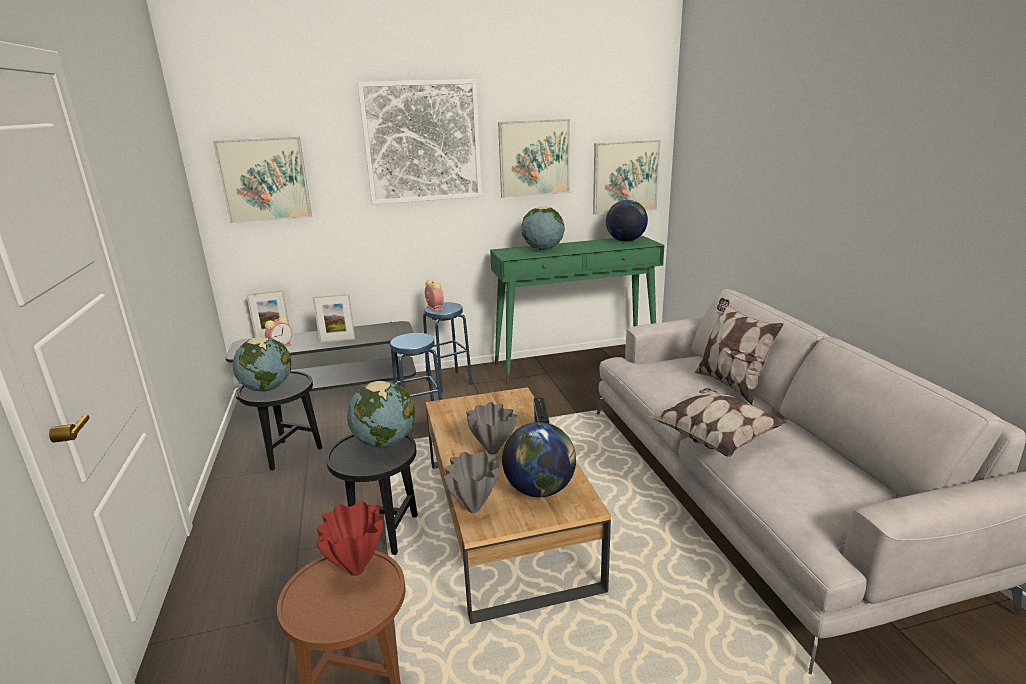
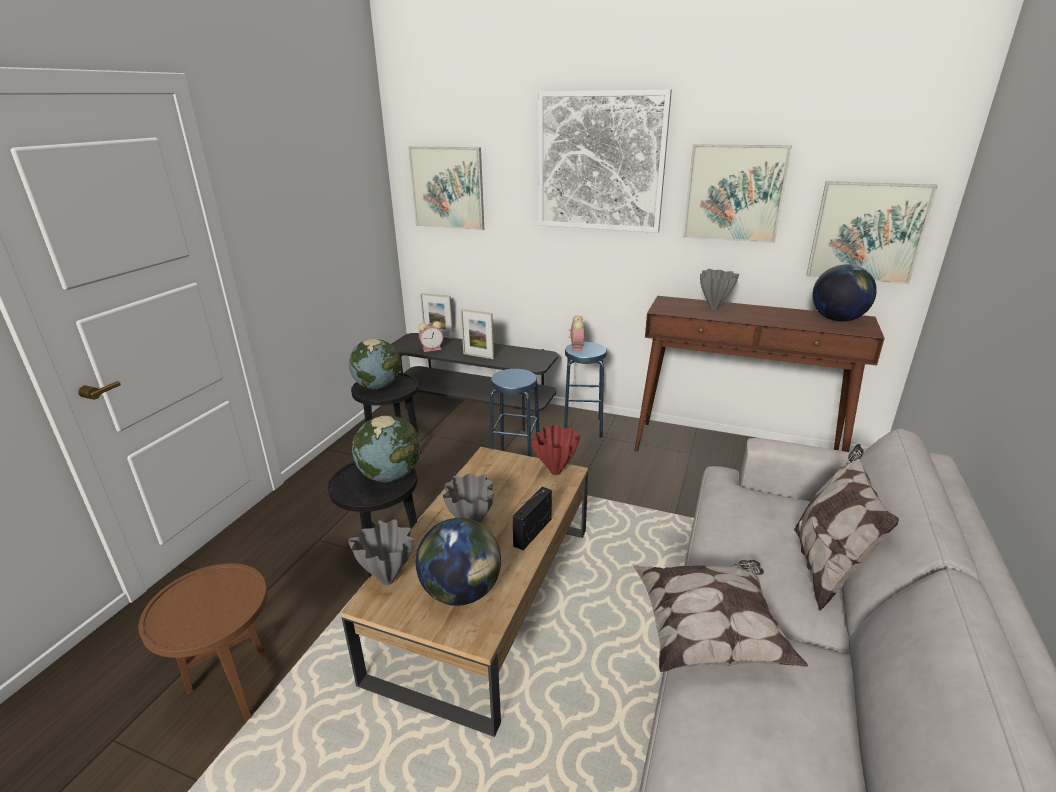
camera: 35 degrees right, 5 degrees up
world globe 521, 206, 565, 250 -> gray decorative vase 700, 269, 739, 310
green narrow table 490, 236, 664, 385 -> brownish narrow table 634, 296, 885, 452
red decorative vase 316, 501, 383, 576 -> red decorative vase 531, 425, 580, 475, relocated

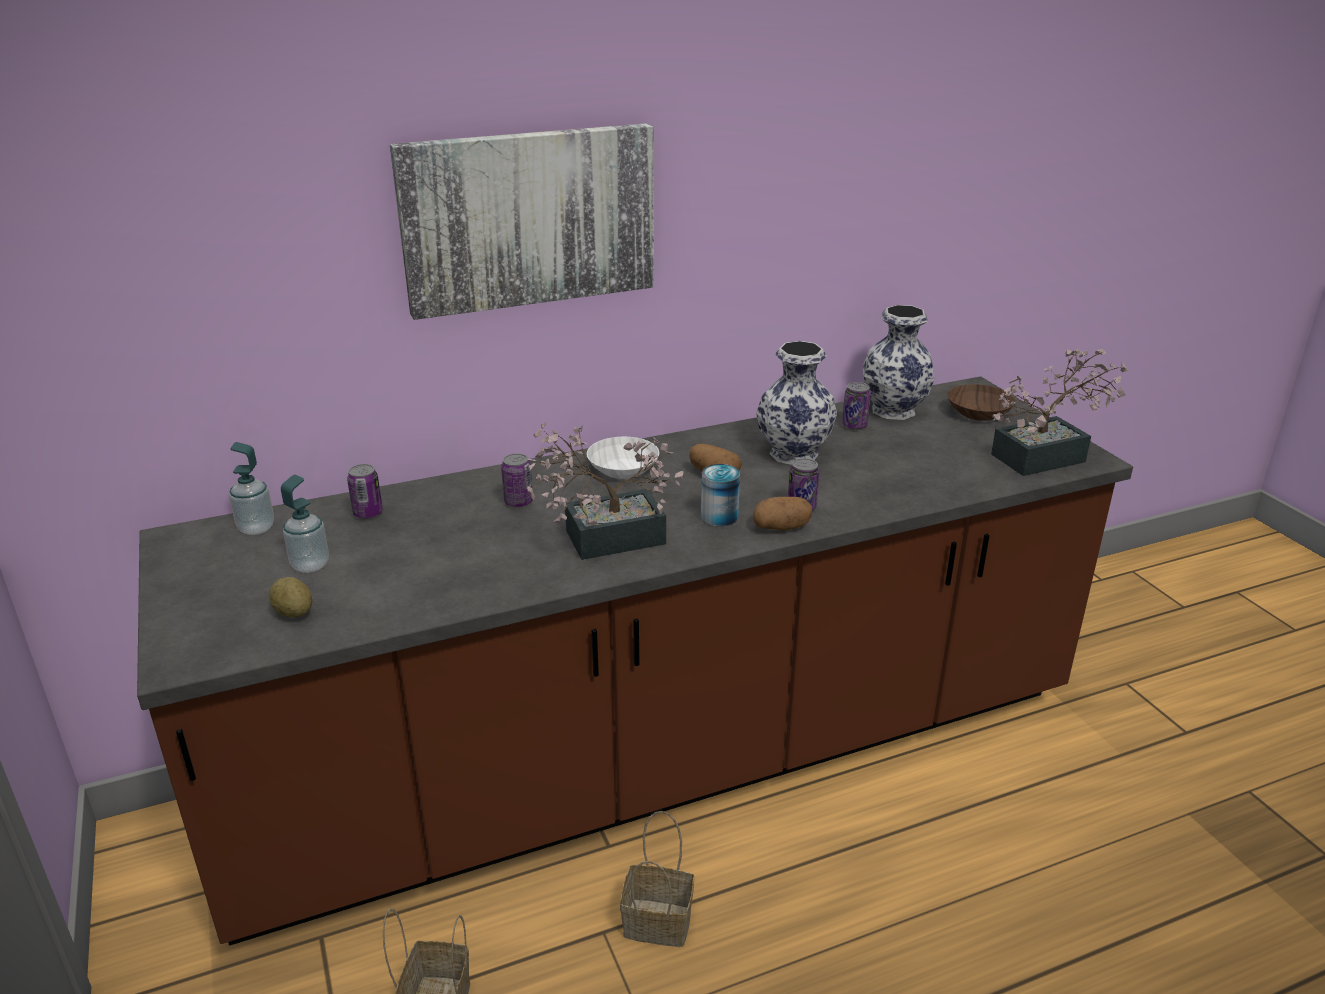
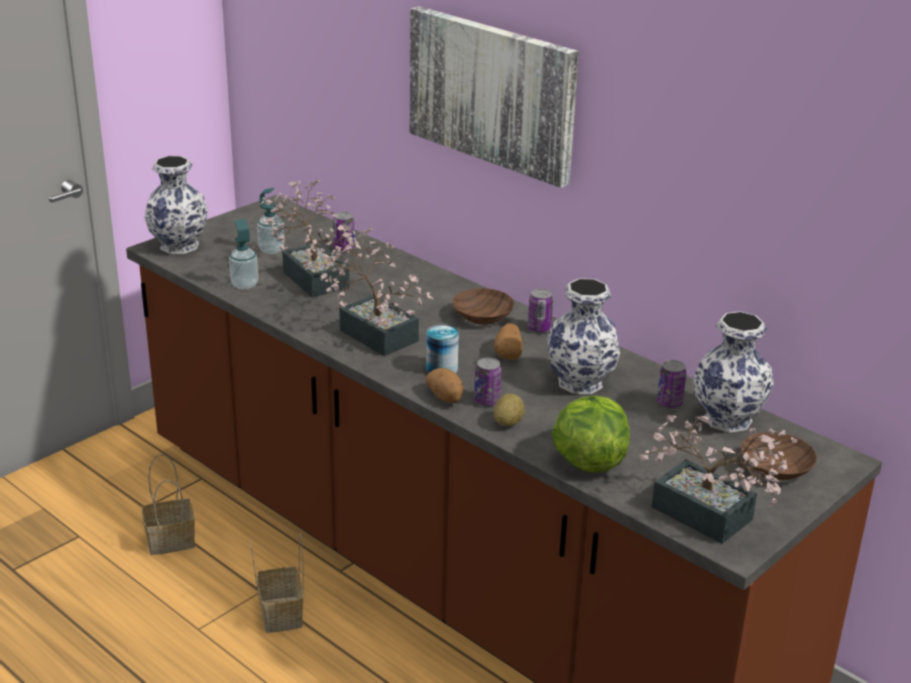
camera: 65 degrees right, 0 degrees up
white bowl 587, 437, 659, 479 -> brownish bowl 452, 288, 514, 325
soap bottle 229, 442, 274, 535 -> soap bottle 229, 219, 258, 289, relocated
metal can 501, 453, 533, 507 -> metal can 528, 289, 553, 333, relocated
spud 269, 577, 312, 617 -> spud 494, 394, 524, 426, relocated
none -> decorative vase 145, 156, 208, 254
none -> houseplant 259, 179, 361, 298
none -> lettuce head 552, 396, 630, 473

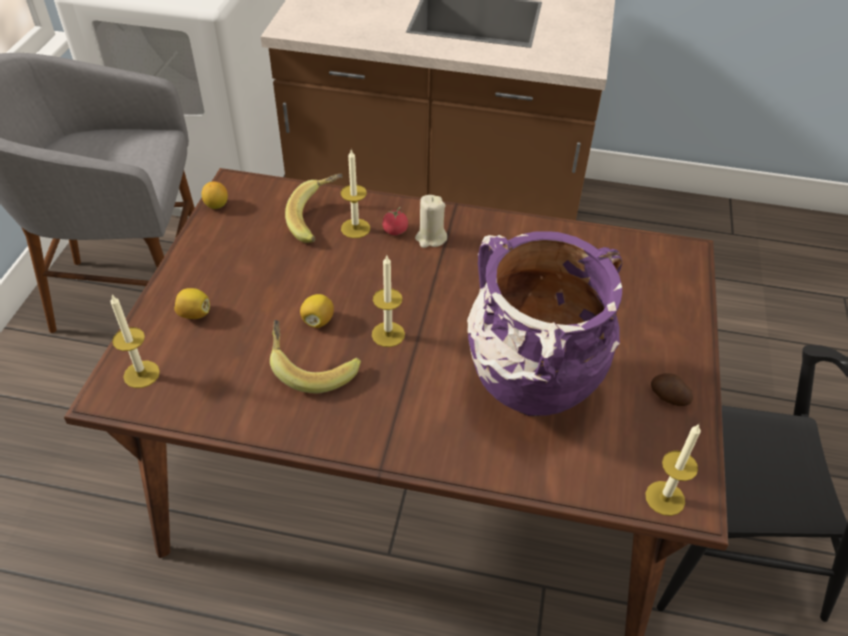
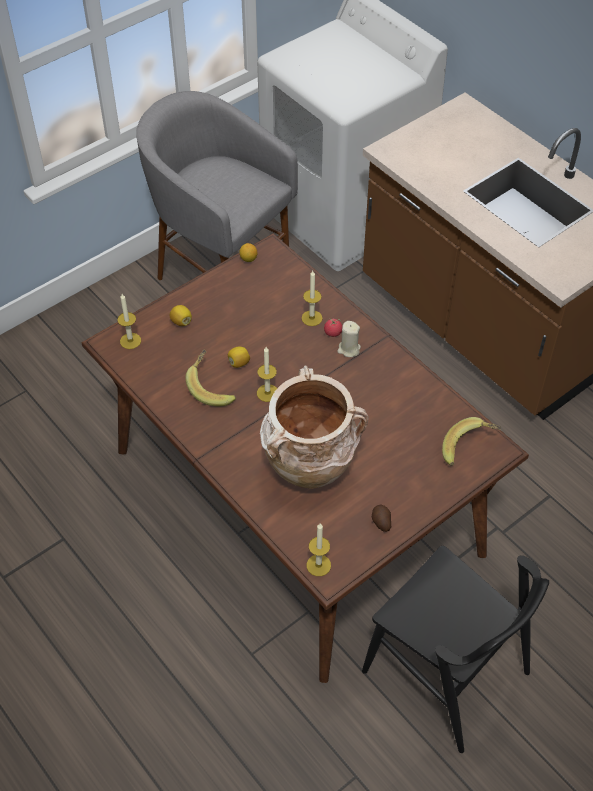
camera: 40 degrees right, 5 degrees up
whole banana 285, 174, 343, 243 -> whole banana 442, 417, 501, 466, relocated
purple-coloured decorative vase 467, 231, 623, 416 -> beige decorative vase 260, 365, 369, 489

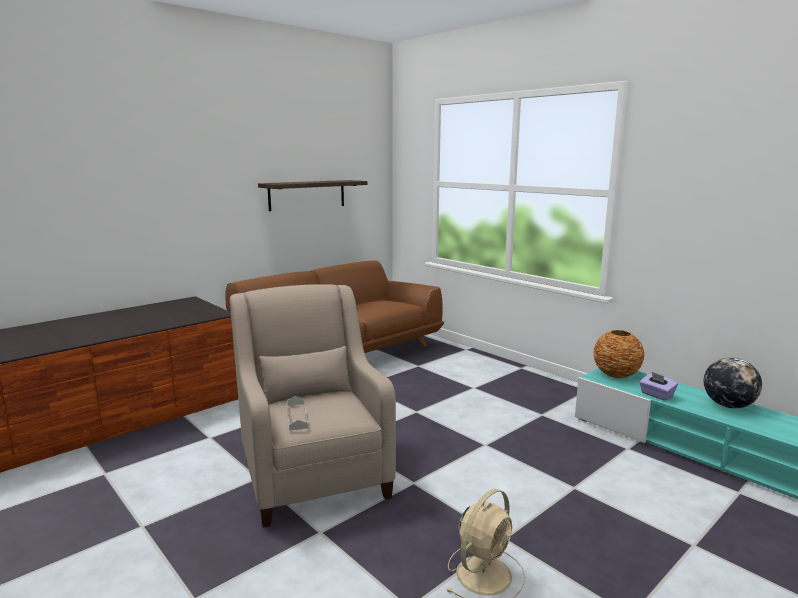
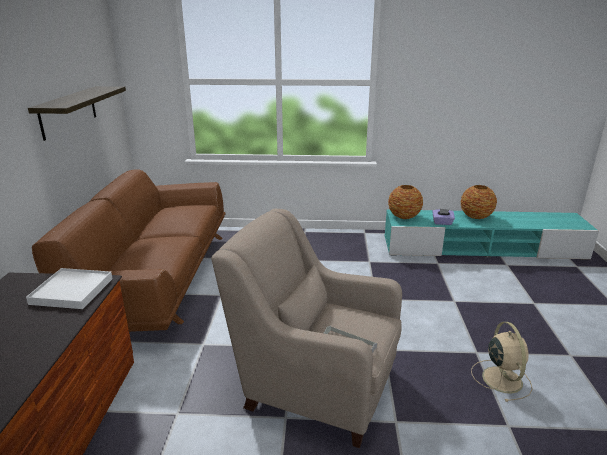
camera: 45 degrees left, 10 degrees up
world globe 704, 357, 762, 408 -> decorative vase 461, 185, 497, 219
none -> white tray 26, 268, 113, 309

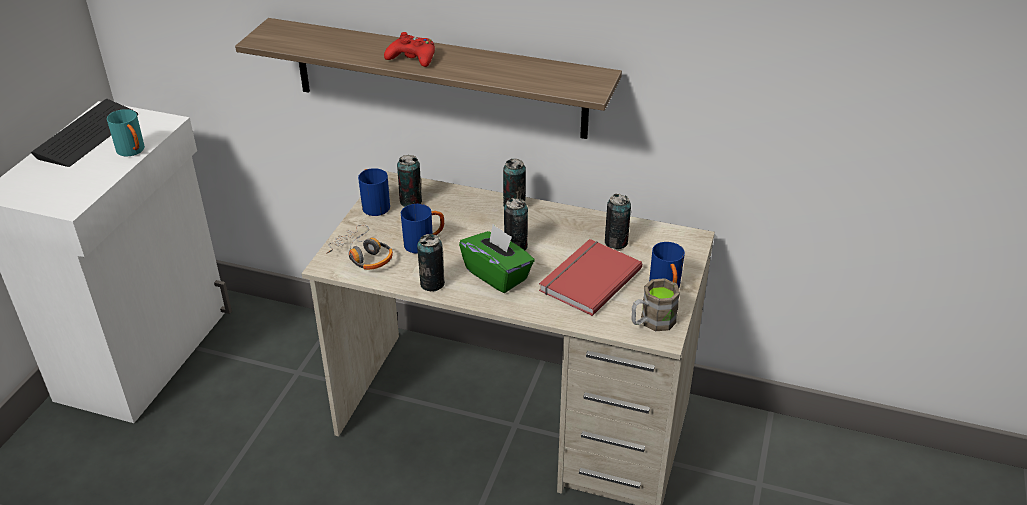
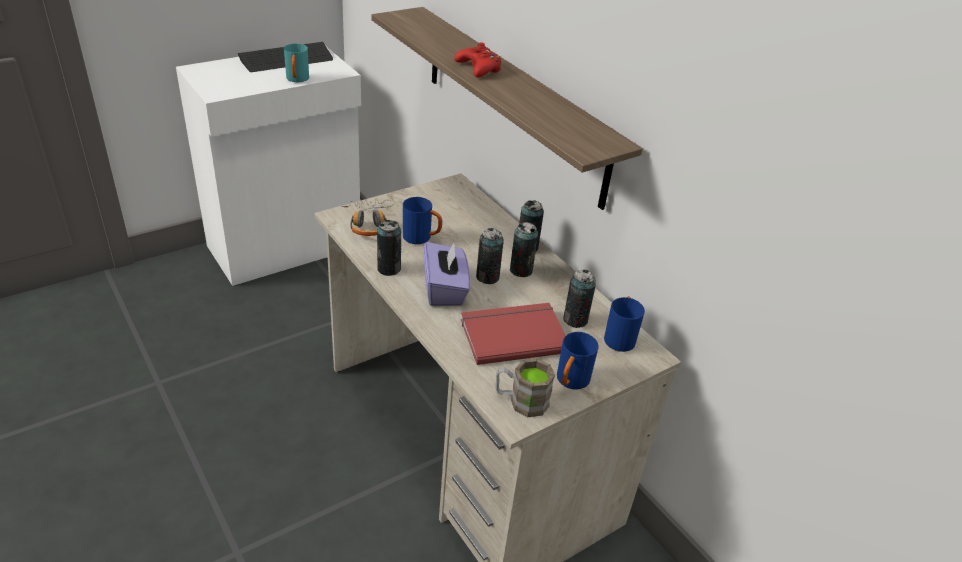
camera: 35 degrees right, 0 degrees up
metal can 397, 155, 422, 207 -> metal can 510, 222, 538, 277, relocated
blue-coloured coffee mug 358, 168, 390, 216 -> blue-coloured coffee mug 604, 296, 645, 352, relocated
green tissue box 459, 224, 535, 293 -> purple-coloured tissue box 423, 240, 471, 306

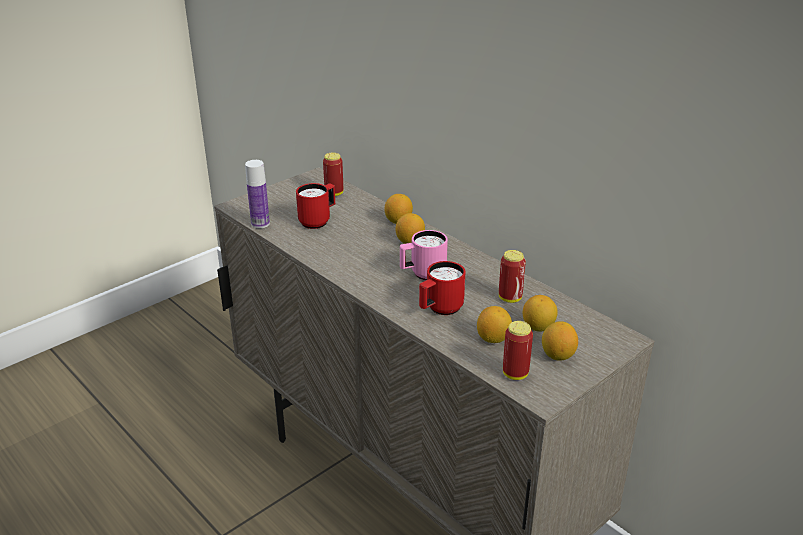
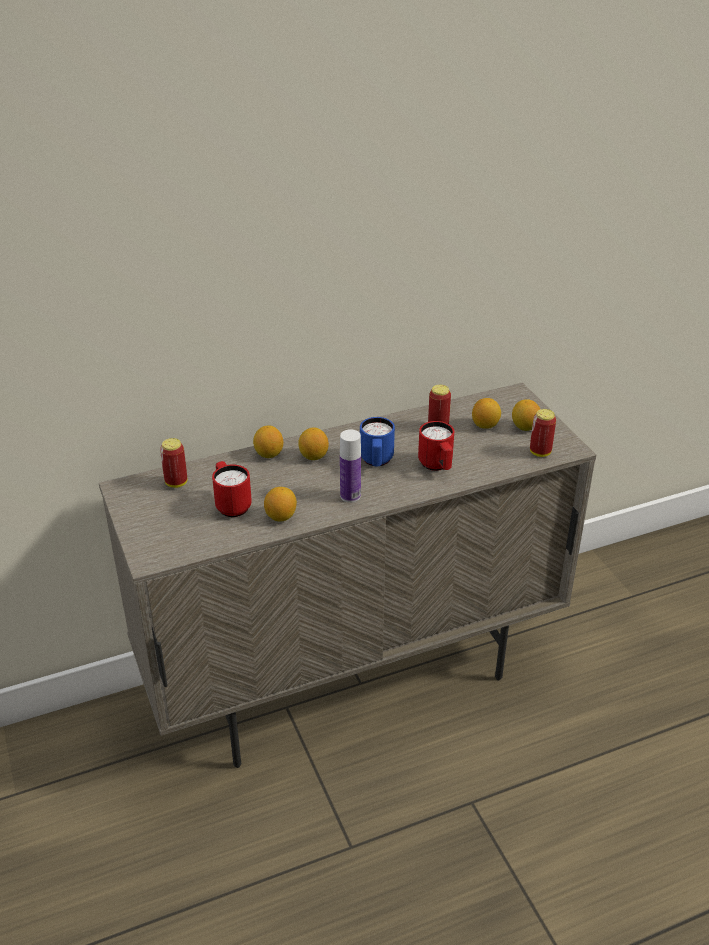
camera: 70 degrees left, 5 degrees up
bottle 245, 160, 270, 228 -> bottle 340, 429, 361, 503, relocated
pink coffee mug 400, 230, 448, 280 -> blue-coloured coffee mug 360, 417, 395, 467
citrus fruit 477, 306, 512, 343 -> citrus fruit 264, 487, 297, 522, relocated

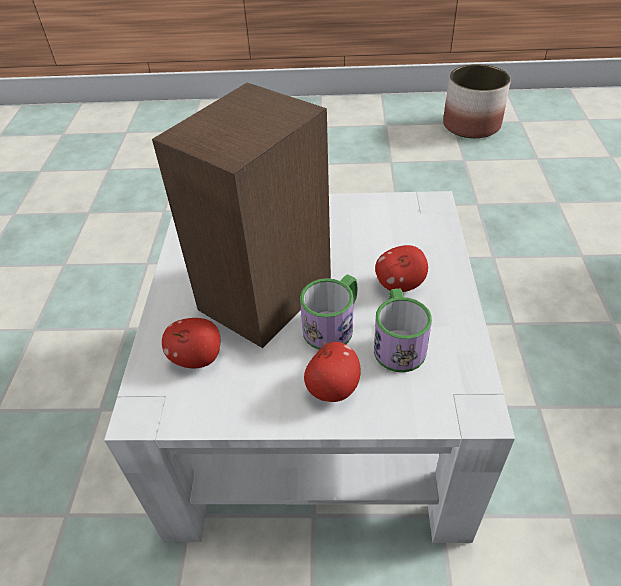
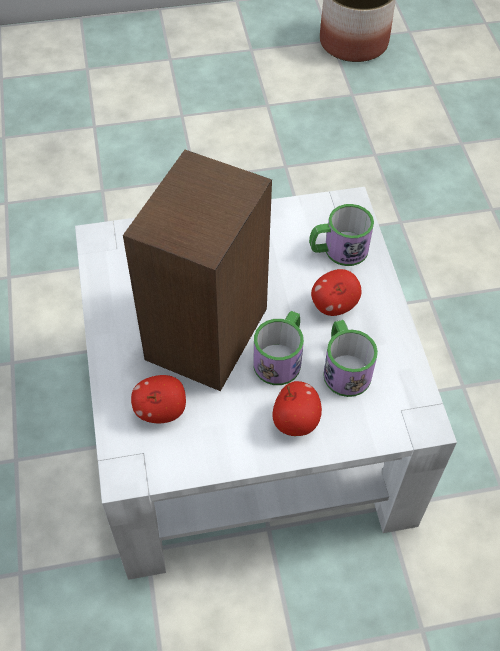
camera: 15 degrees left, 10 degrees up
none -> coffee mug 309, 204, 374, 266

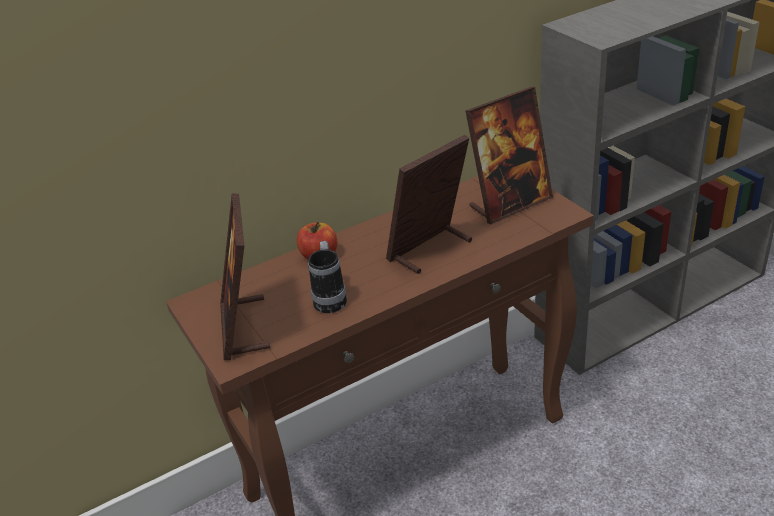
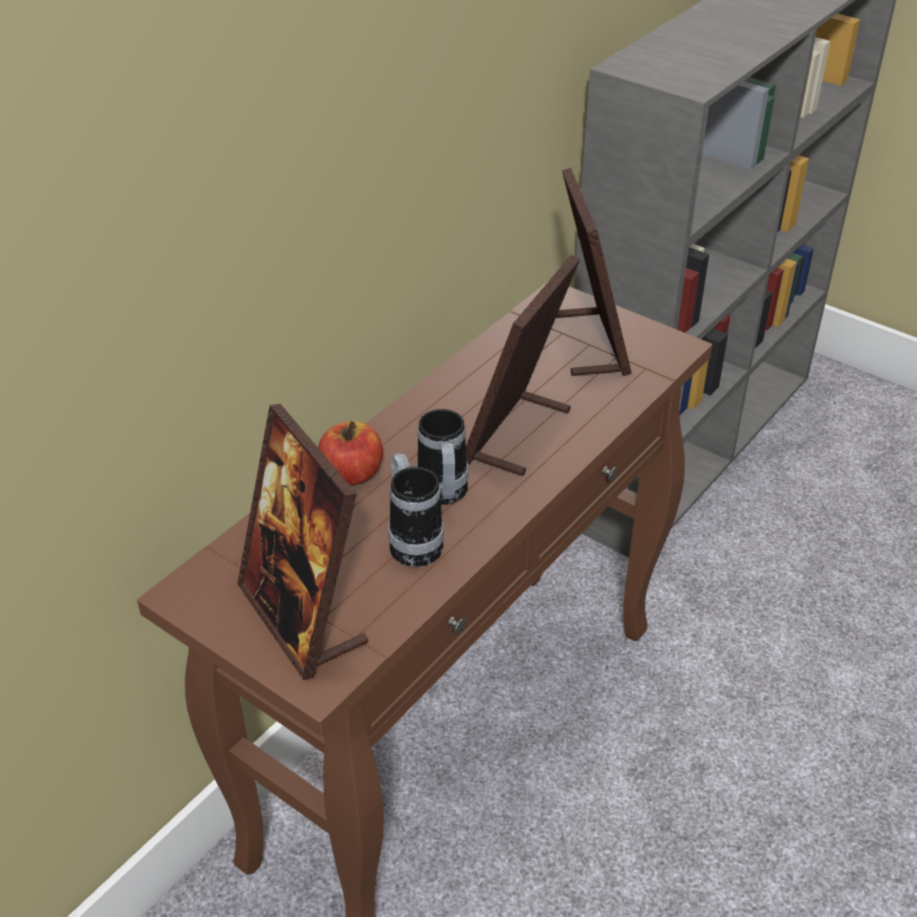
camera: 25 degrees left, 5 degrees up
standing frame 466, 87, 553, 224 -> standing frame 556, 168, 632, 376, 45 degrees counterclockwise
none -> coffee mug 416, 409, 468, 505

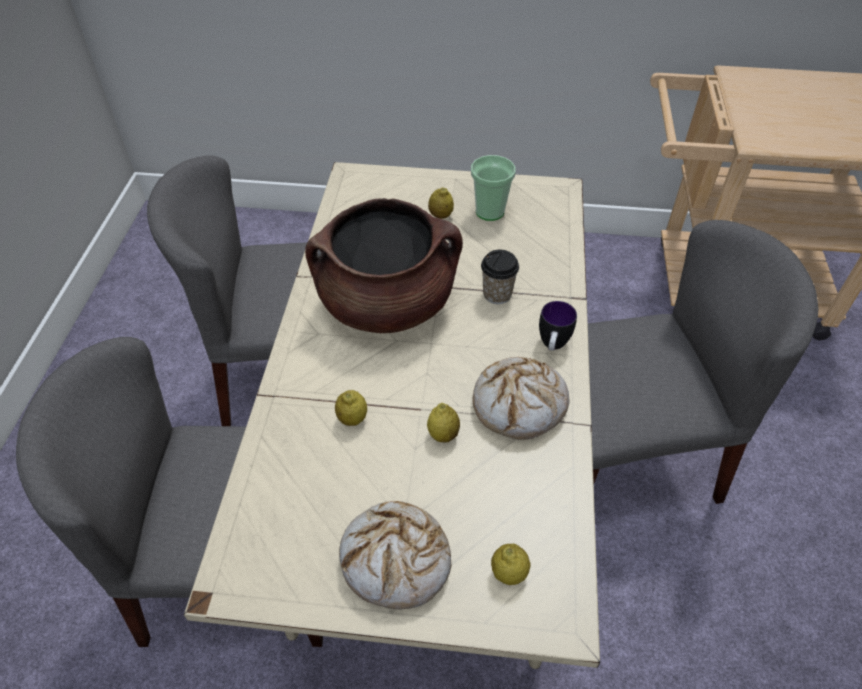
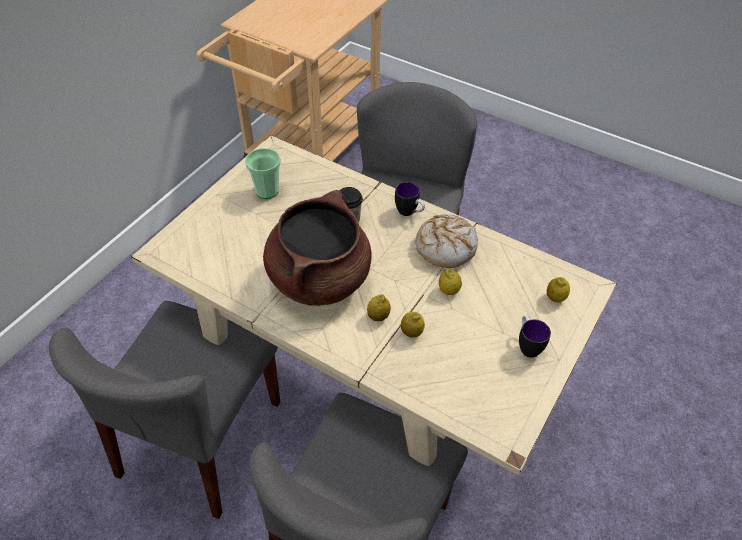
camera: 65 degrees left, 0 degrees up
citrus fruit 428, 187, 454, 219 -> citrus fruit 367, 294, 391, 321, relocated
bread 339, 501, 451, 609 -> coffee mug 519, 315, 551, 358

